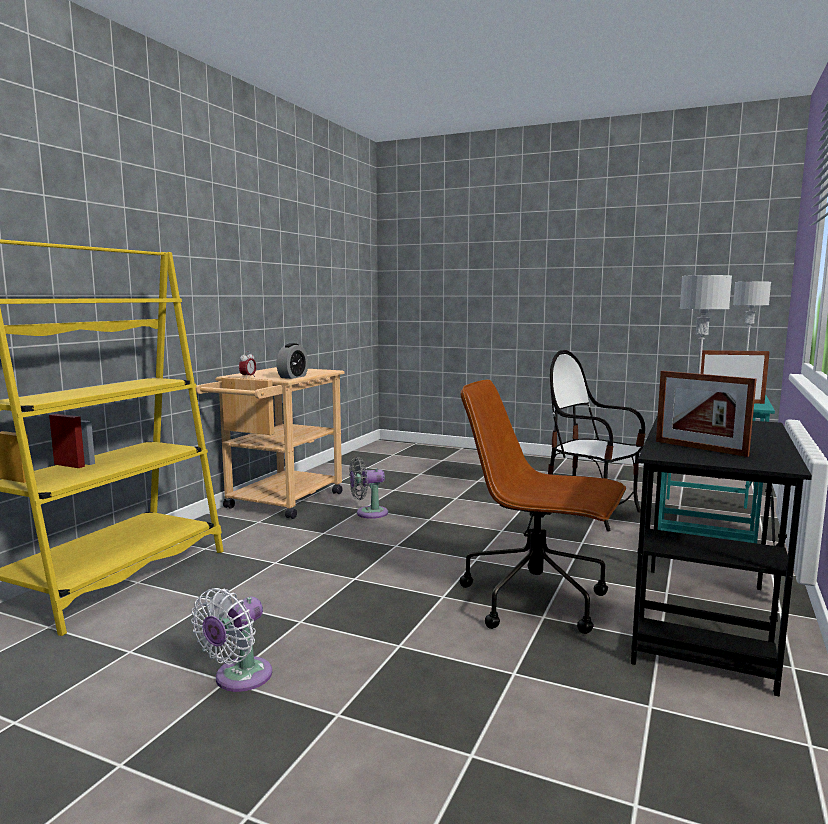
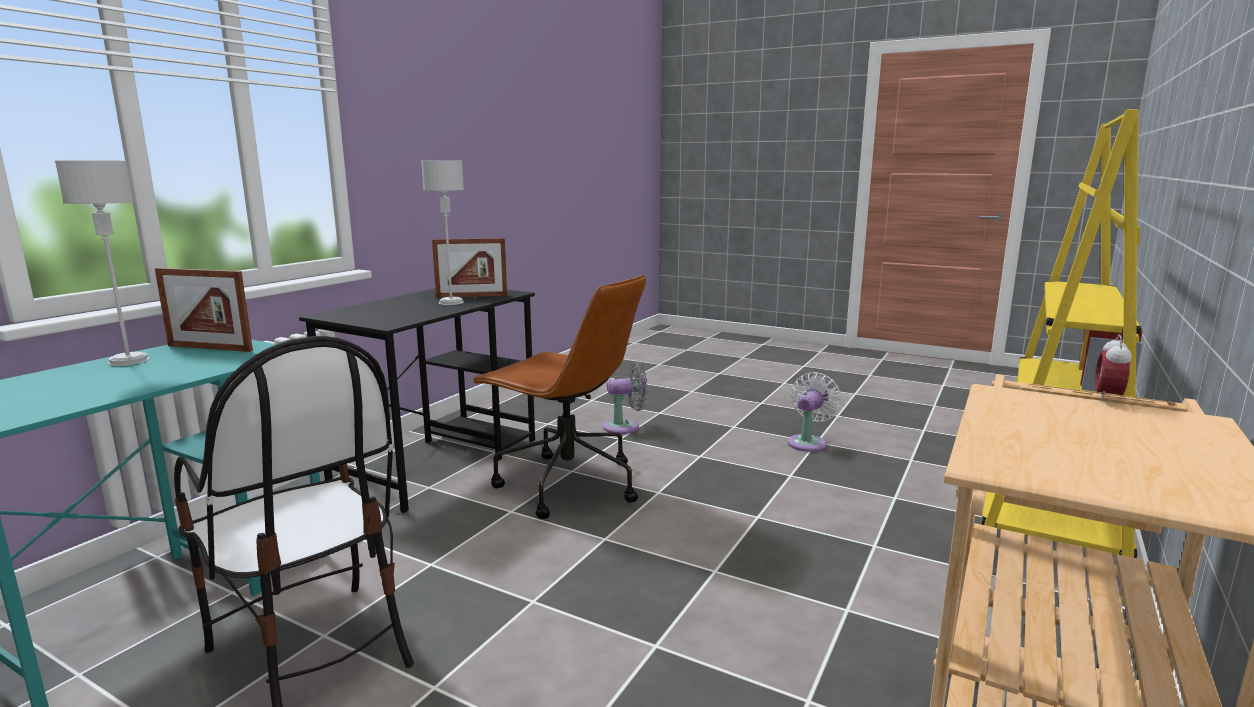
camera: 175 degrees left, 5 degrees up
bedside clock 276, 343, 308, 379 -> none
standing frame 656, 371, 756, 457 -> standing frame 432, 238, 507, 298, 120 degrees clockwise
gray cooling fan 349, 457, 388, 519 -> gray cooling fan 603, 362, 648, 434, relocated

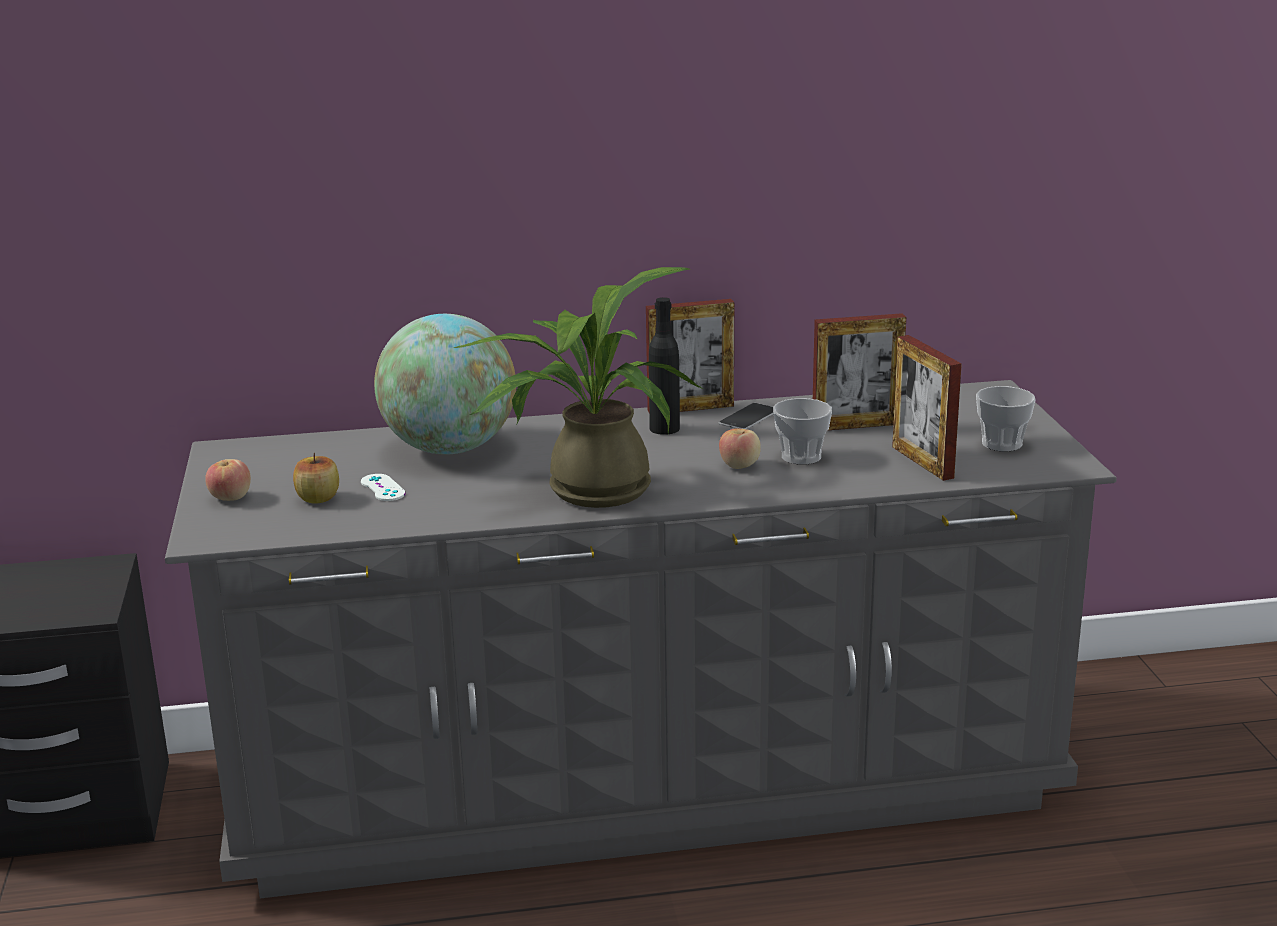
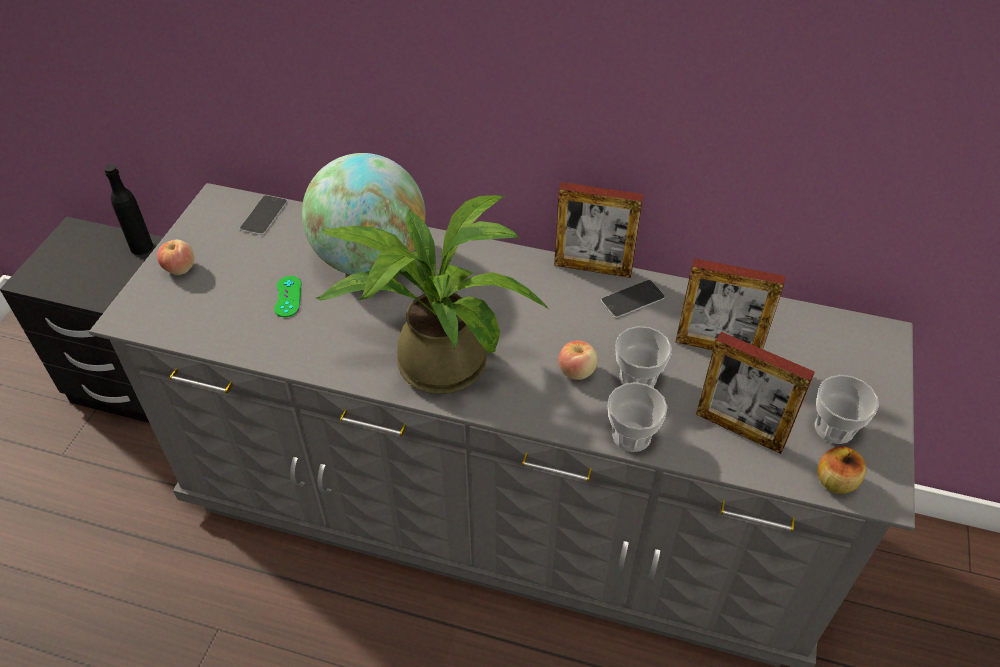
camera: 25 degrees right, 25 degrees up
blackish bottle 649, 297, 680, 435 -> blackish bottle 104, 164, 153, 255, relocated
standing frame 892, 335, 962, 481 -> standing frame 696, 332, 815, 454, 60 degrees counterclockwise
whole apple 293, 453, 339, 503 -> whole apple 817, 446, 866, 494, relocated
white joypad 361, 474, 405, 501 -> green joypad 274, 276, 301, 317
none -> handset 240, 195, 287, 235
none -> cup 607, 382, 667, 452

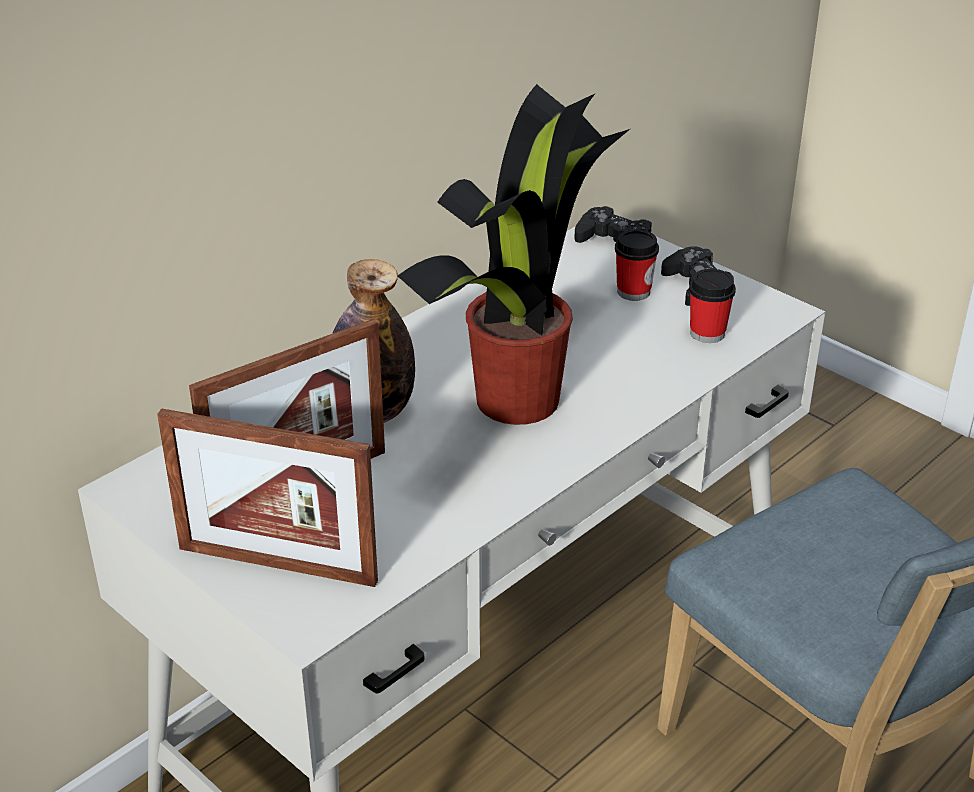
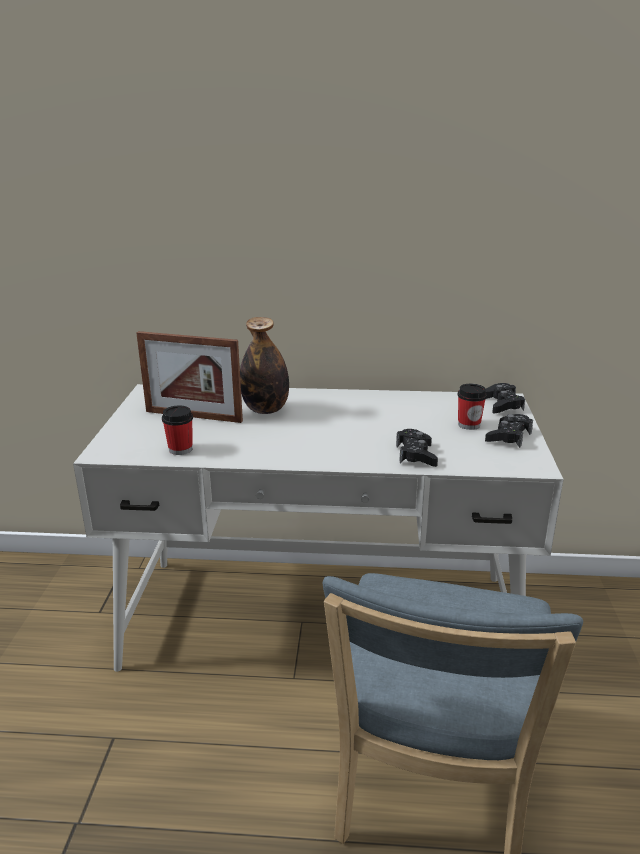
camera: 50 degrees right, 10 degrees down
houseplant 398, 84, 630, 425 -> none
cup 689, 269, 736, 343 -> cup 162, 406, 193, 455, relocated
standing frame 157, 409, 378, 587 -> none
none -> blackish joypad 396, 429, 438, 467

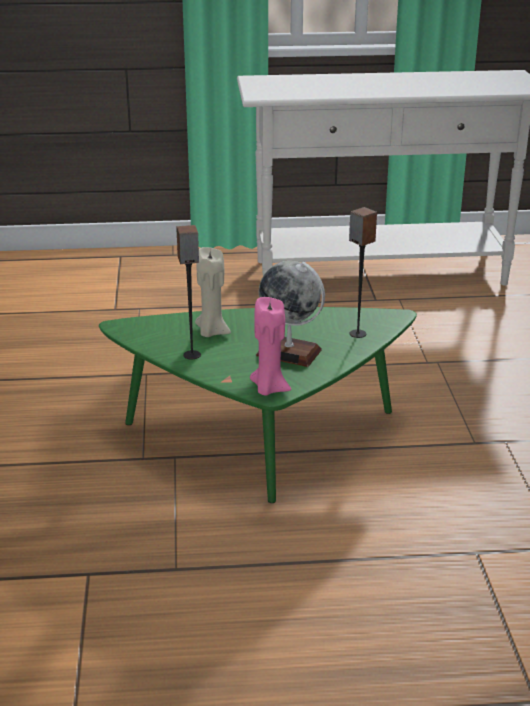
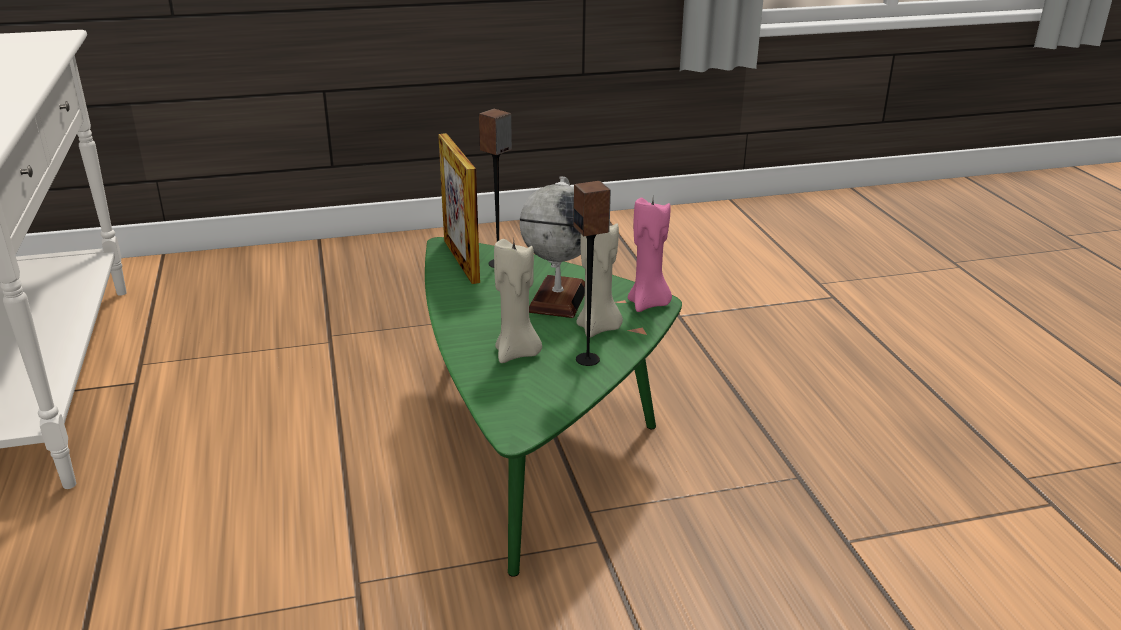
camera: 100 degrees left, 0 degrees up
none -> standing frame 438, 133, 480, 284
none -> beige wax candle 576, 223, 623, 338

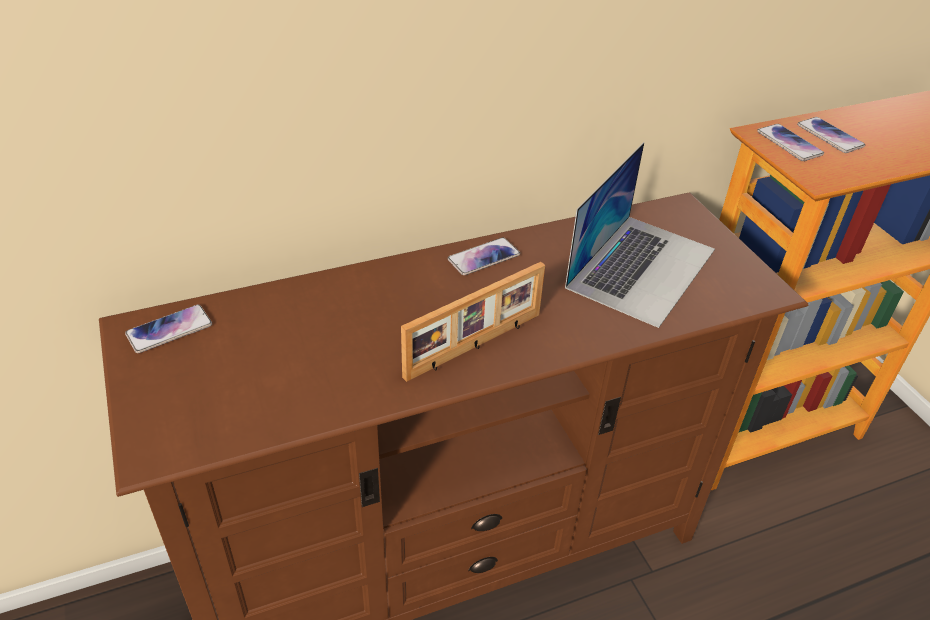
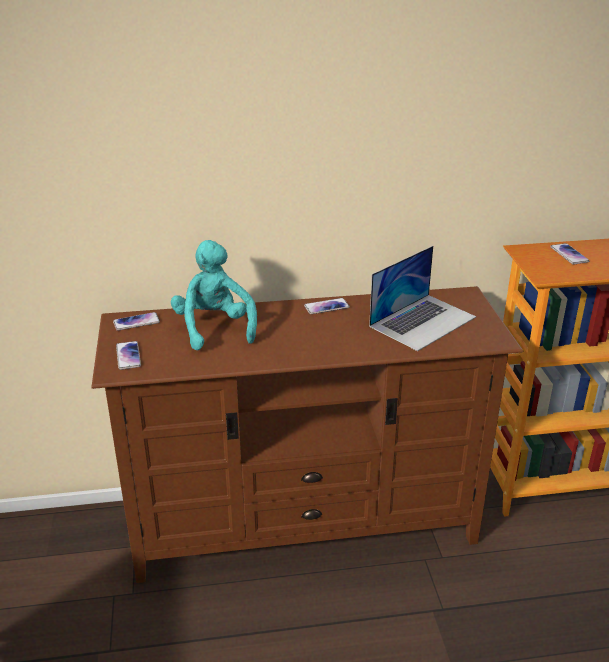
camera: 15 degrees right, 10 degrees down
handset 757, 124, 824, 161 -> handset 116, 341, 141, 370, relocated
standing frame 401, 262, 545, 382 -> none
none -> blue-green plush toy 171, 240, 257, 350

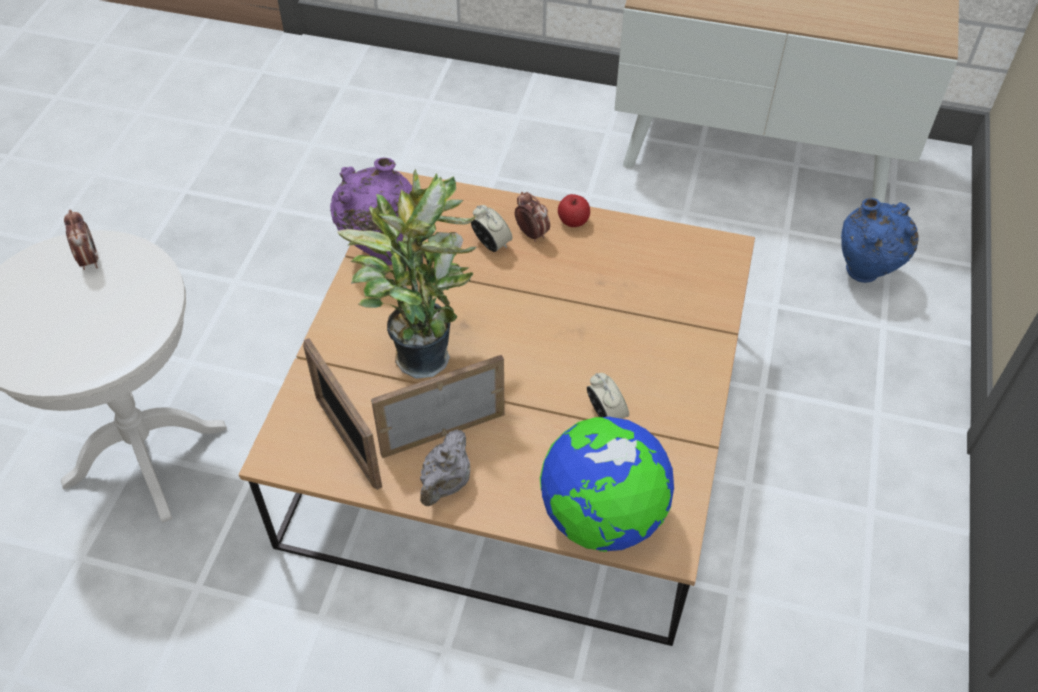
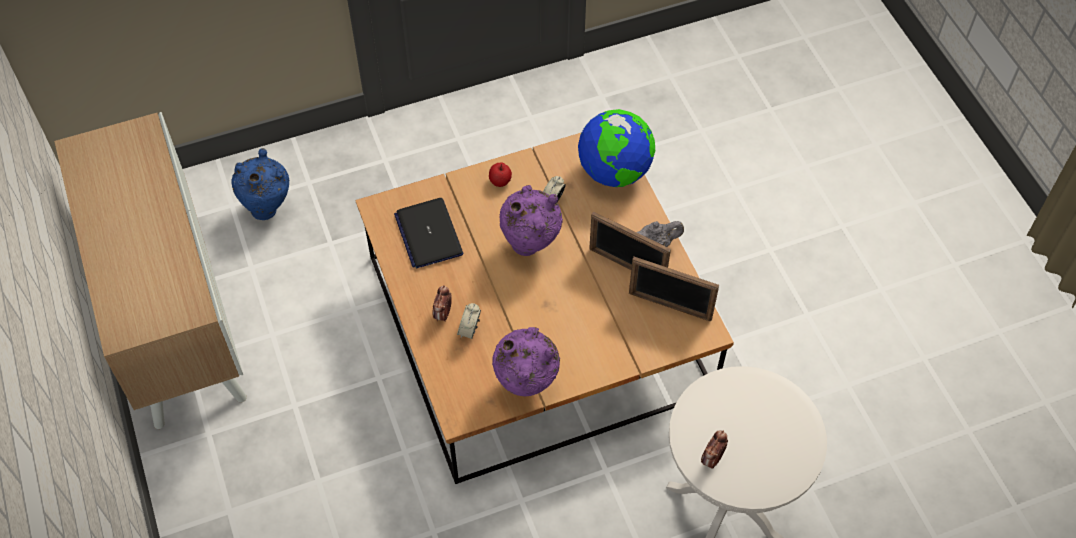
camera: 125 degrees left, 5 degrees up
houseplant 337, 169, 477, 379 -> none
whole apple 558, 194, 590, 227 -> whole apple 489, 163, 512, 187, relocated
standing frame 303, 338, 382, 490 -> standing frame 629, 257, 719, 321, 90 degrees clockwise
none -> purple-coloured decorative vase 500, 185, 563, 256
none -> notebook computer 394, 198, 463, 268

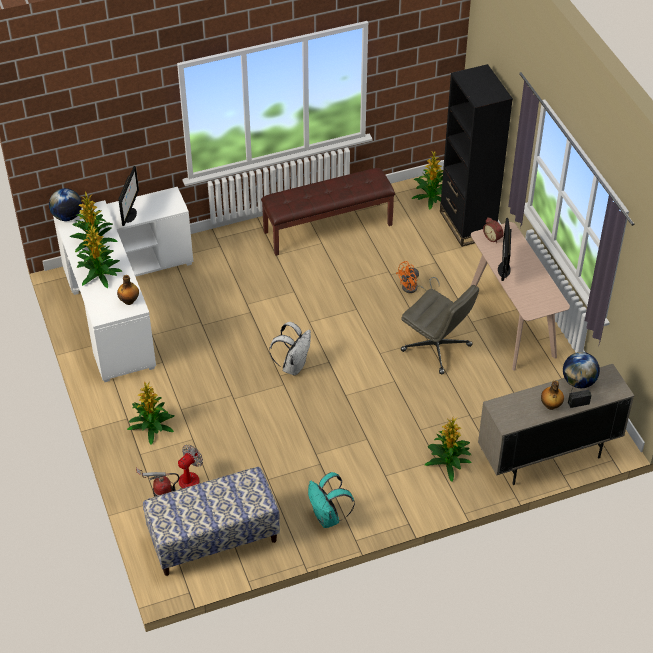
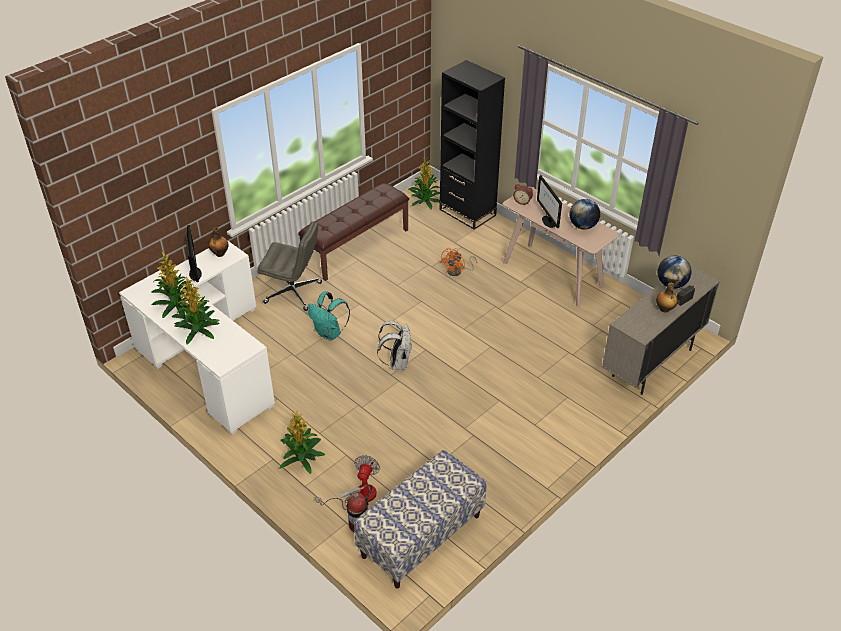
camera: 25 degrees left, 5 degrees down
world globe 49, 188, 82, 221 -> world globe 570, 199, 600, 230, relocated
bottle 117, 275, 139, 305 -> bottle 209, 227, 228, 257, relocated
gray office chair 401, 285, 479, 374 -> gray office chair 258, 221, 322, 311, relocated
houseplant 425, 418, 472, 482 -> none
blue-green knapsack 308, 472, 355, 528 -> blue-green knapsack 308, 291, 350, 341, relocated

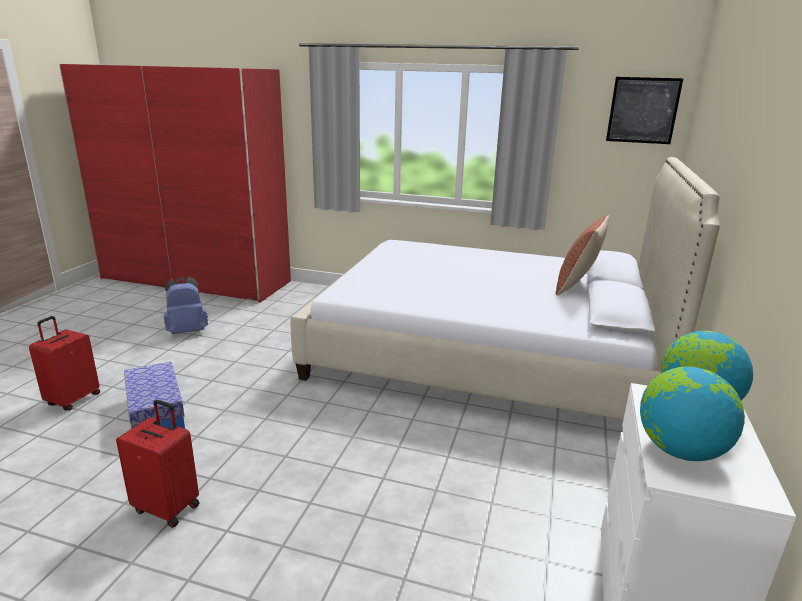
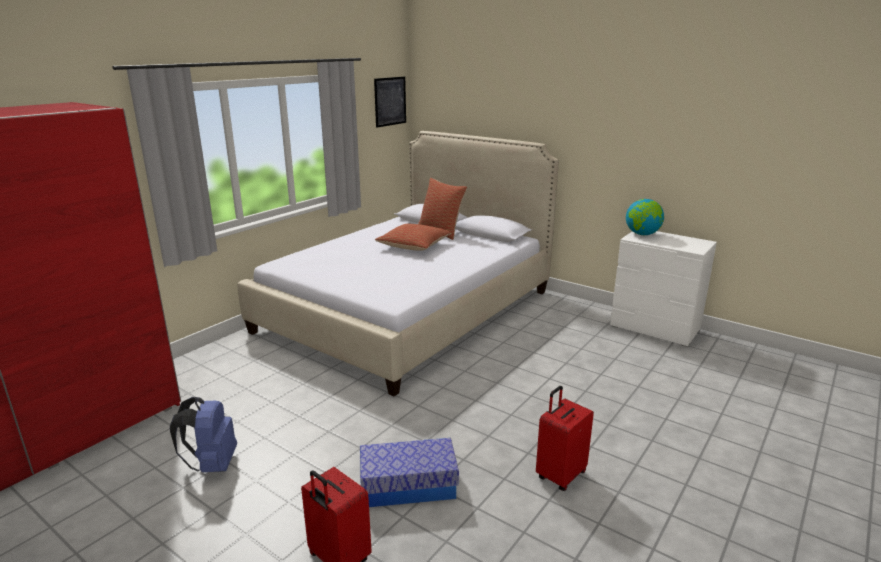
camera: 70 degrees left, 0 degrees up
world globe 640, 367, 745, 461 -> none
none -> throw pillow 375, 224, 451, 251

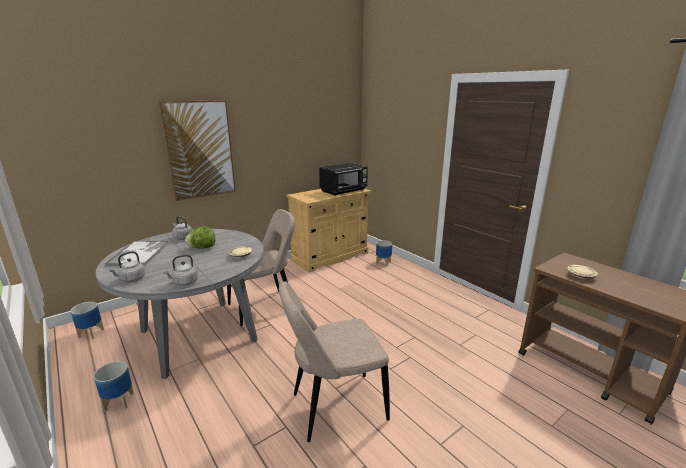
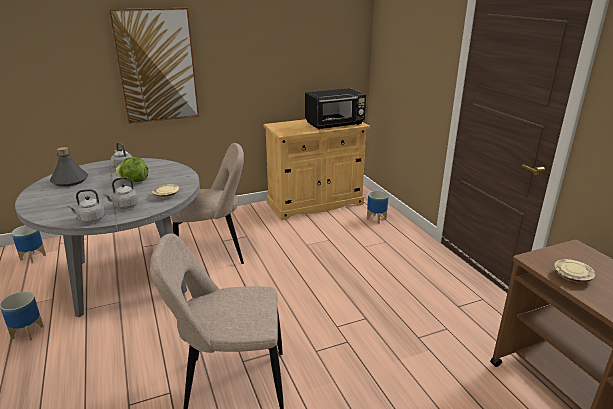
camera: 15 degrees right, 5 degrees up
tray 104, 241, 169, 266 -> gray bottle 50, 147, 88, 187
gray tea kettle 109, 251, 145, 282 -> gray tea kettle 103, 177, 139, 209, relocated

